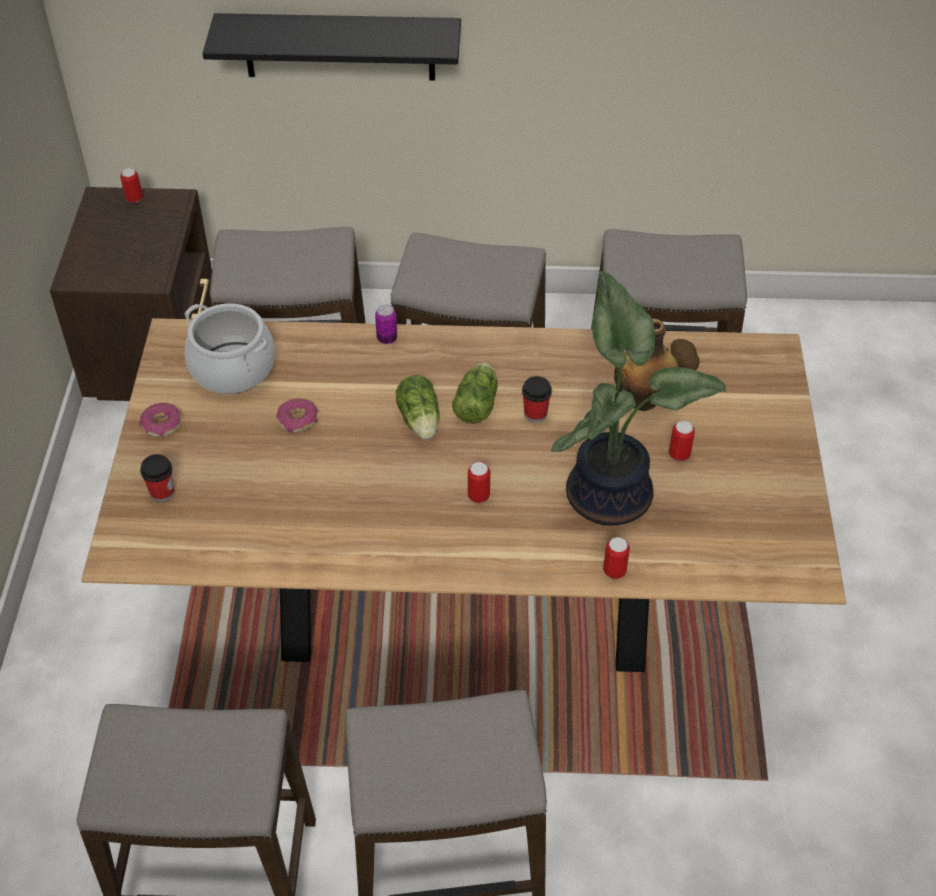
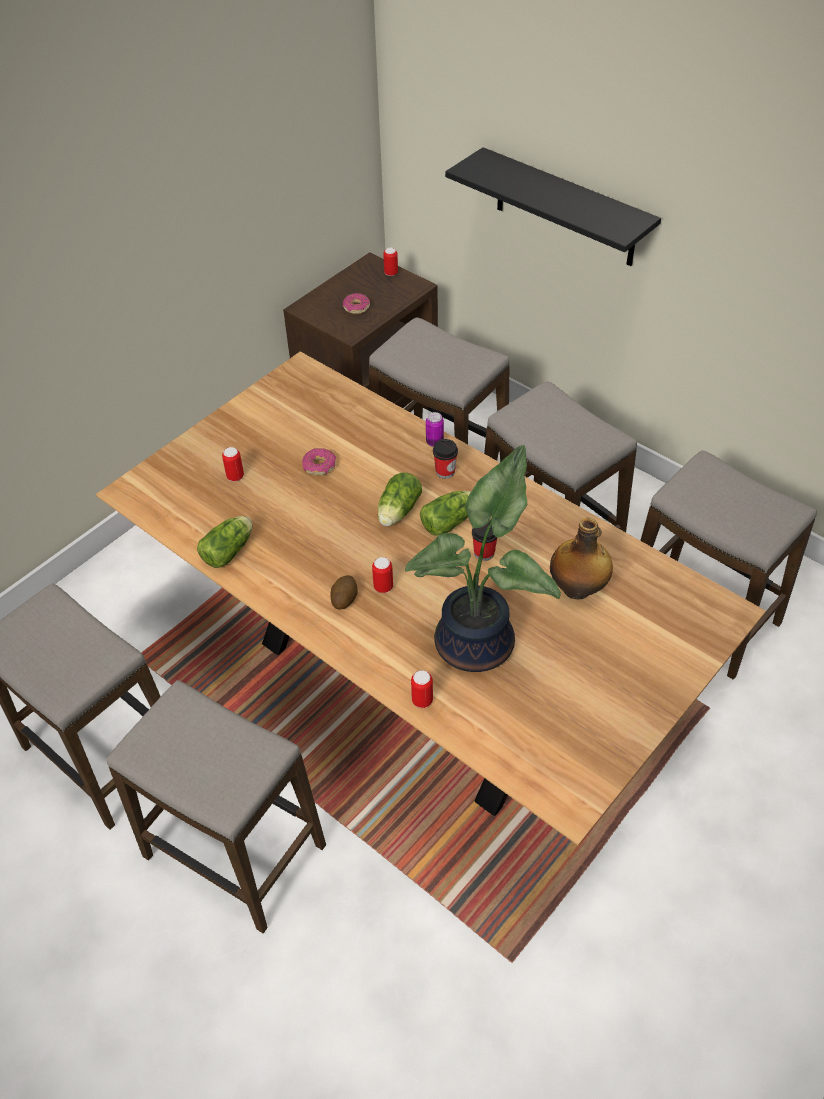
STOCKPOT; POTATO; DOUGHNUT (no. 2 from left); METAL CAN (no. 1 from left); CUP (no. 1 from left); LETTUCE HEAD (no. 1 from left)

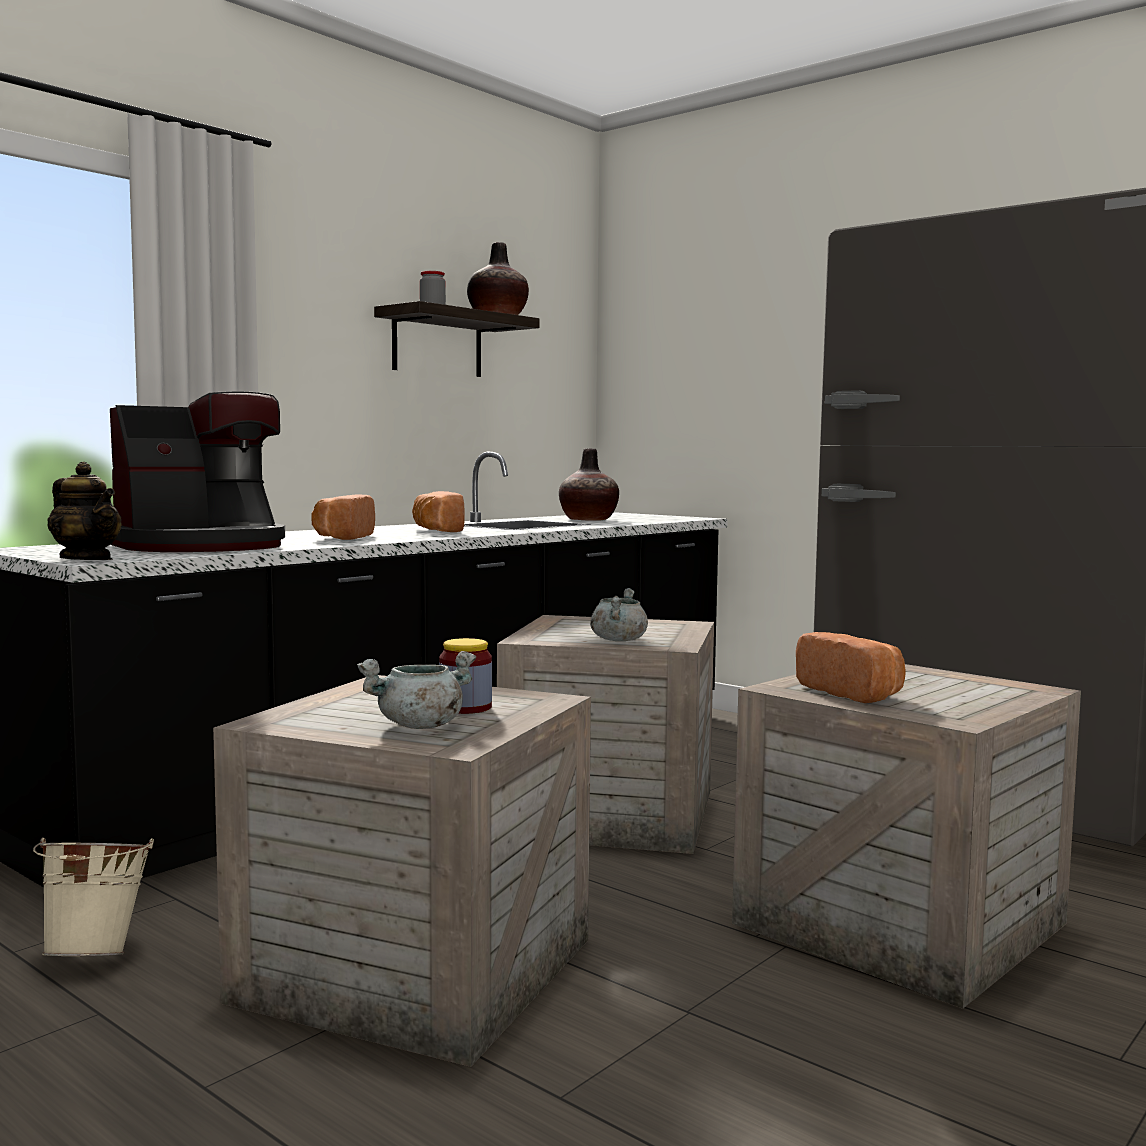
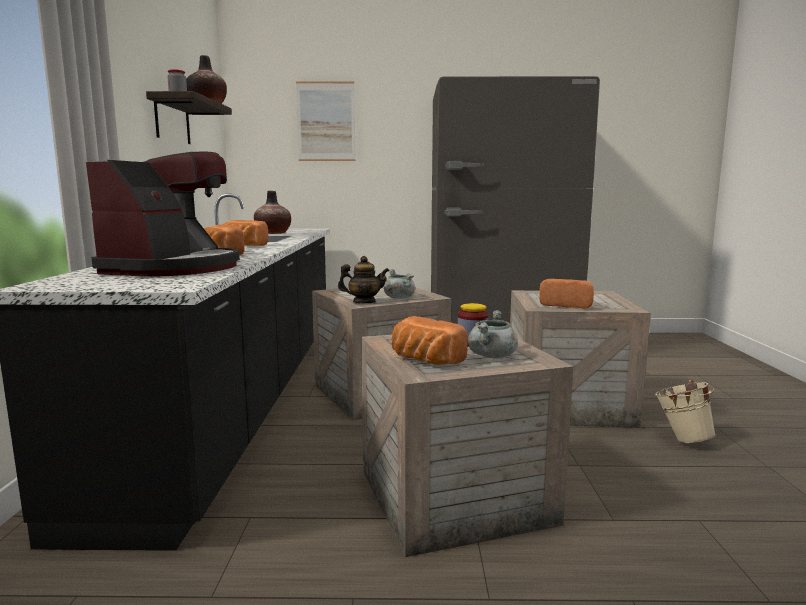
POT FOR TEA; SAND-COLOURED PAIL; PICTURE; BREAD (no. 3 from left)

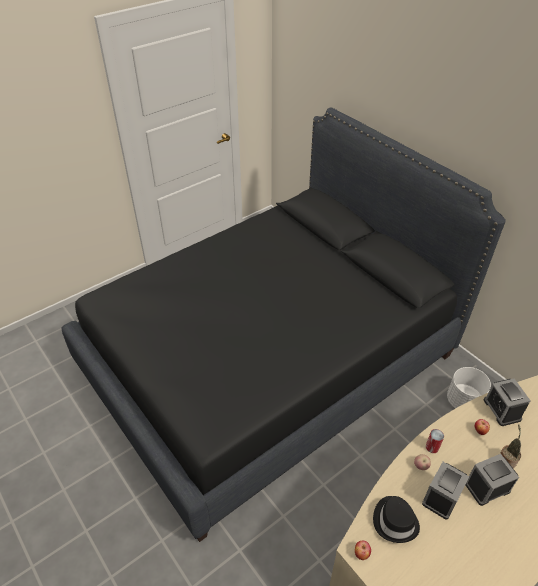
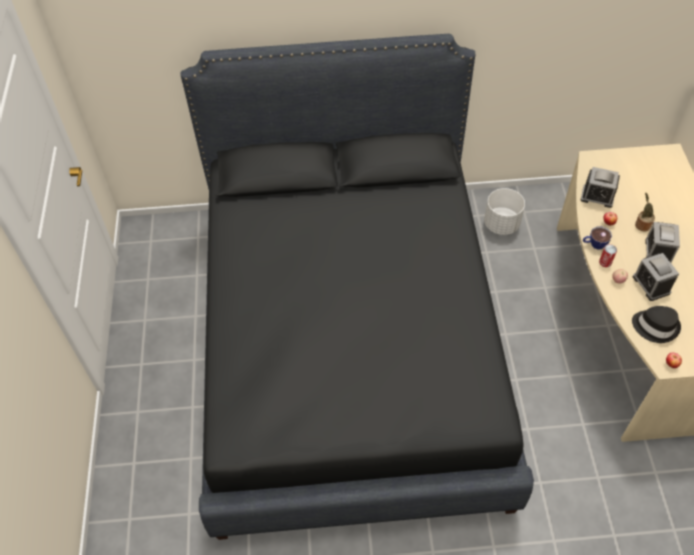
CUP

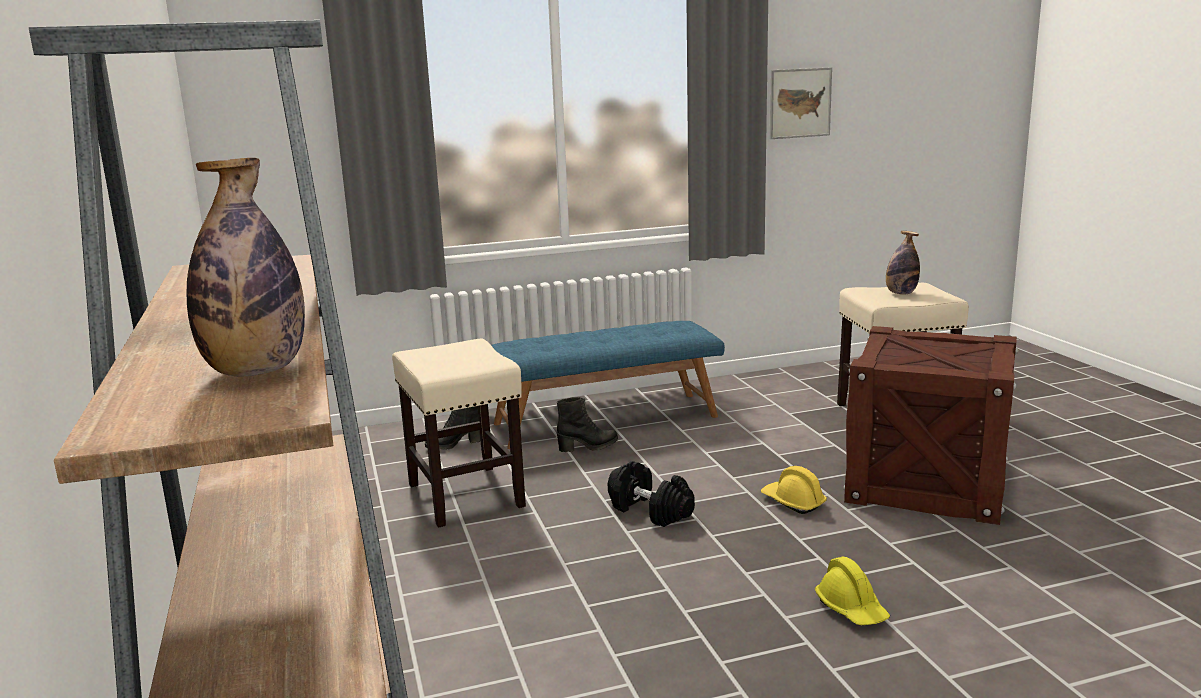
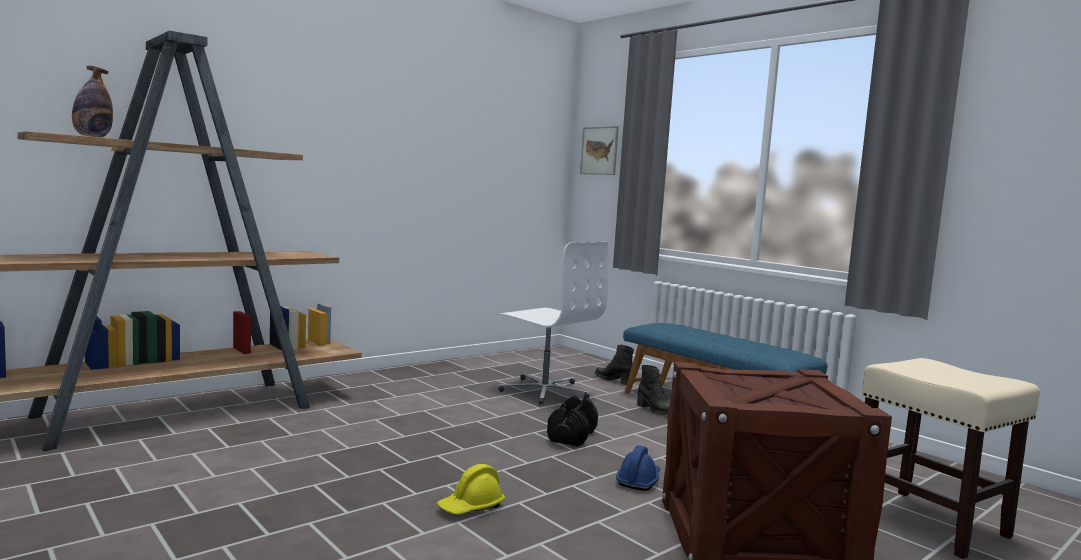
PICTURE; DRINK BOTTLE (no. 2 from left in the first image); WHITE DESK CHAIR; BLUISH WORK HELMET

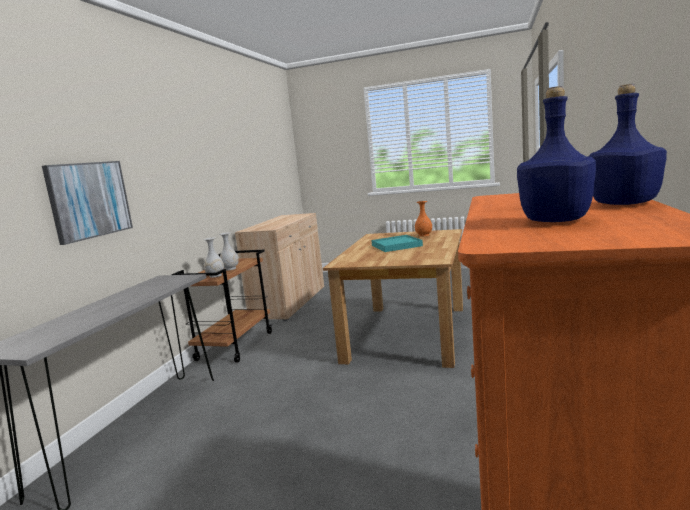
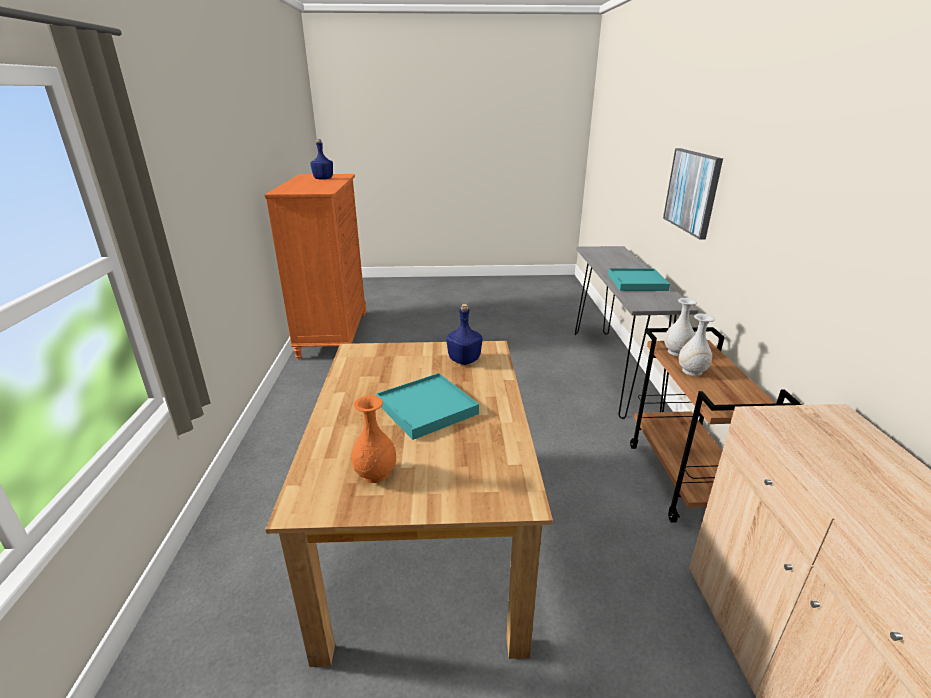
BLUISH DRINK BOTTLE (no. 2 from left); BLUE-GREEN SERVING TRAY (no. 2 from left)

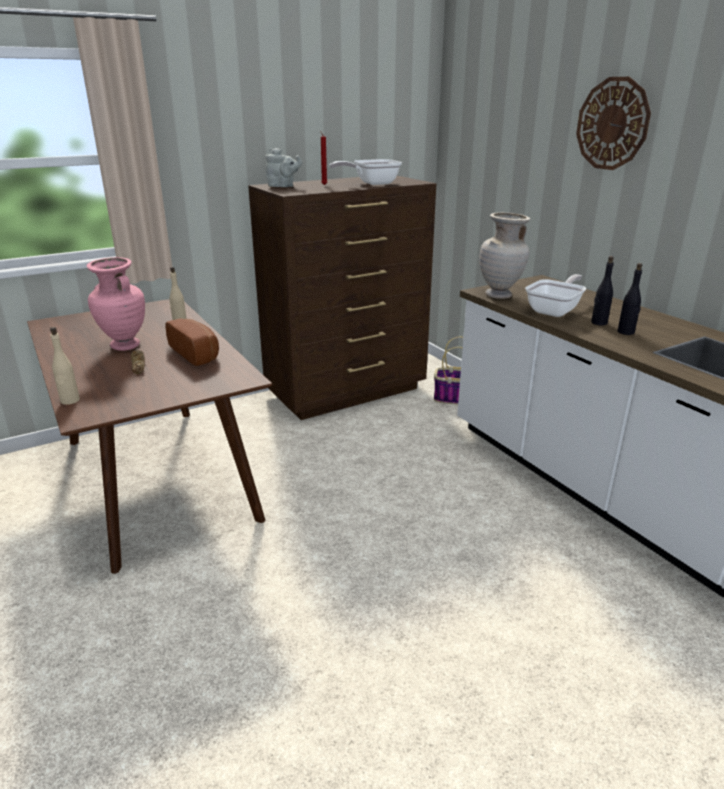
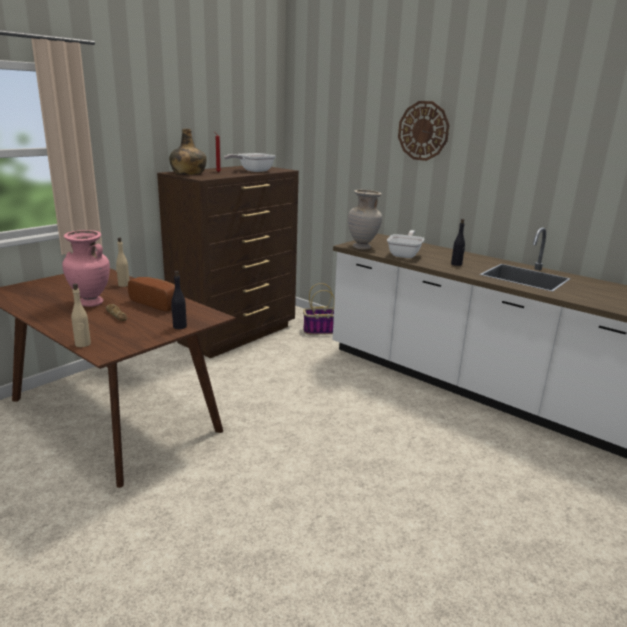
GREENISH DRINK BOTTLE; BLACKISH DRINK BOTTLE (no. 1 from left)

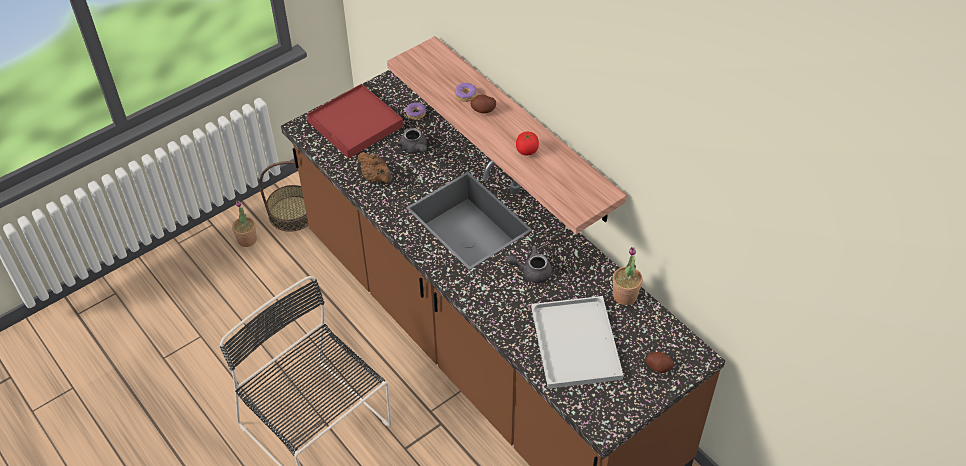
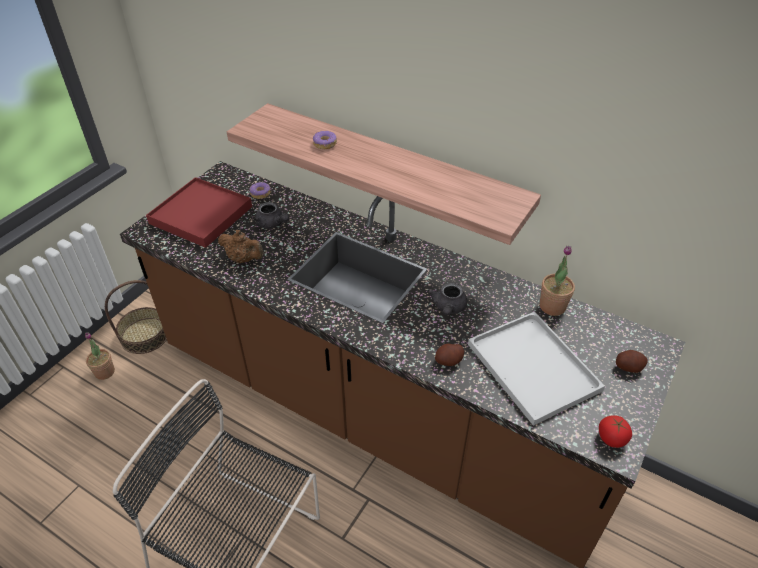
POTATO (no. 1 from left); TOMATO; GREY POT FOR TEA (no. 2 from left)

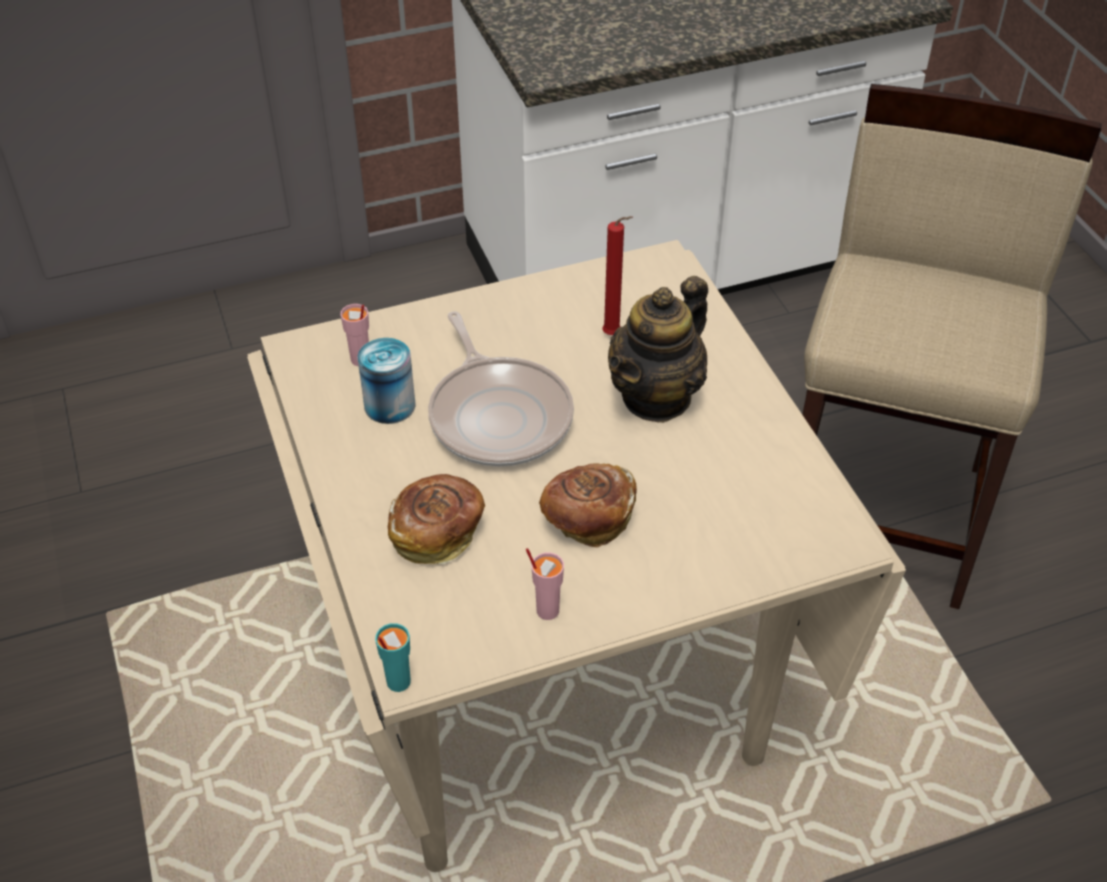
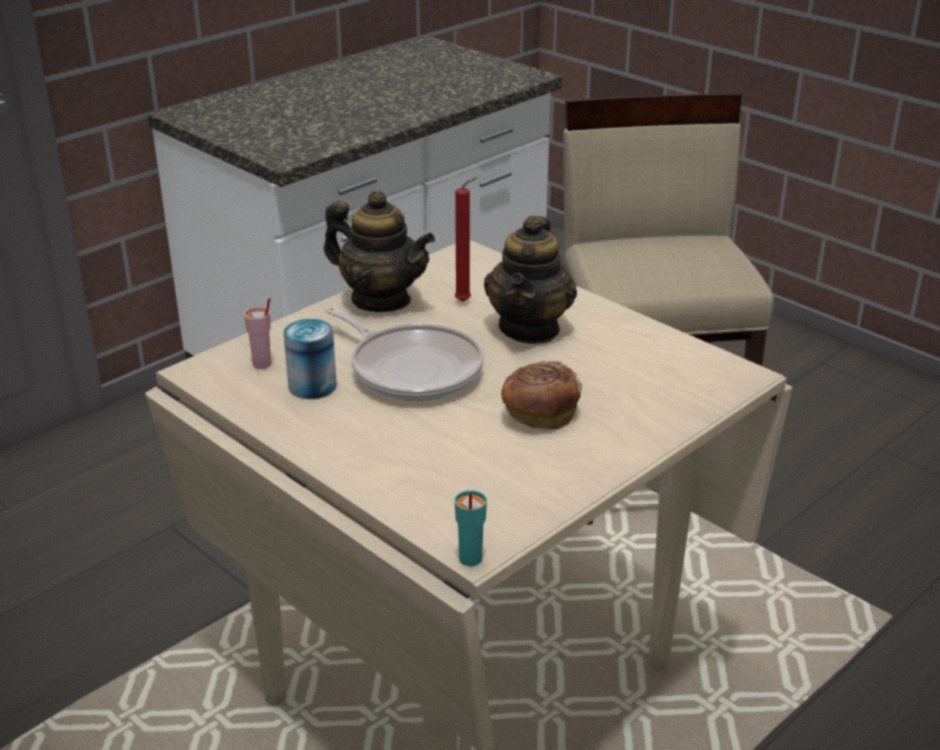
BREAD (no. 1 from left in the first image); PINK-COLOURED CUP (no. 2 from left in the first image); POT FOR TEA (no. 1 from left)

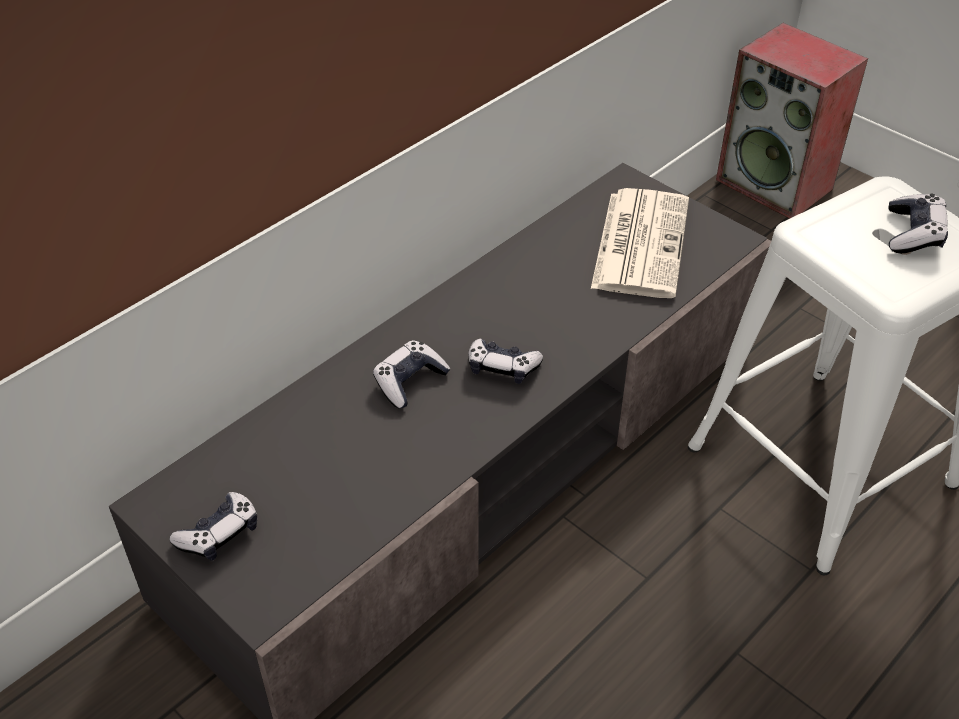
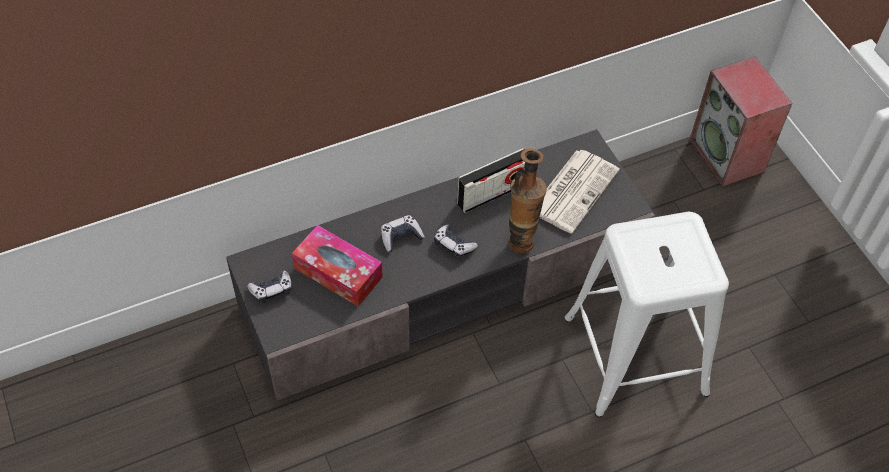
JOYPAD (no. 4 from left in the first image); RADIO SET; FLOWER VASE; TISSUE HOLDER

